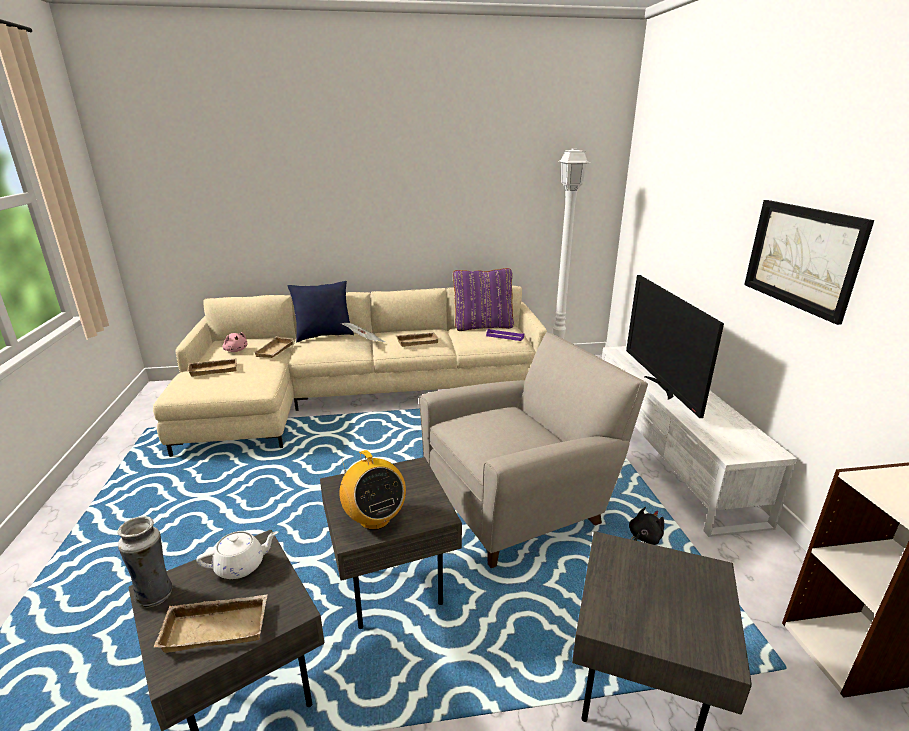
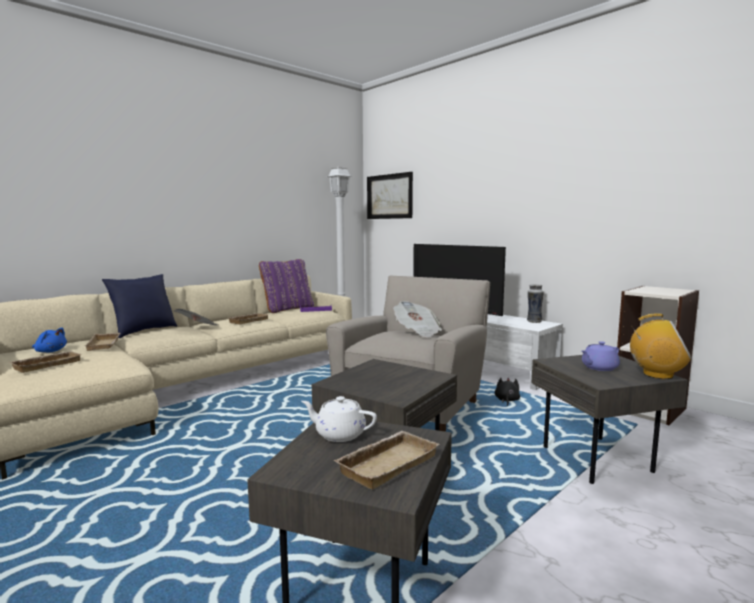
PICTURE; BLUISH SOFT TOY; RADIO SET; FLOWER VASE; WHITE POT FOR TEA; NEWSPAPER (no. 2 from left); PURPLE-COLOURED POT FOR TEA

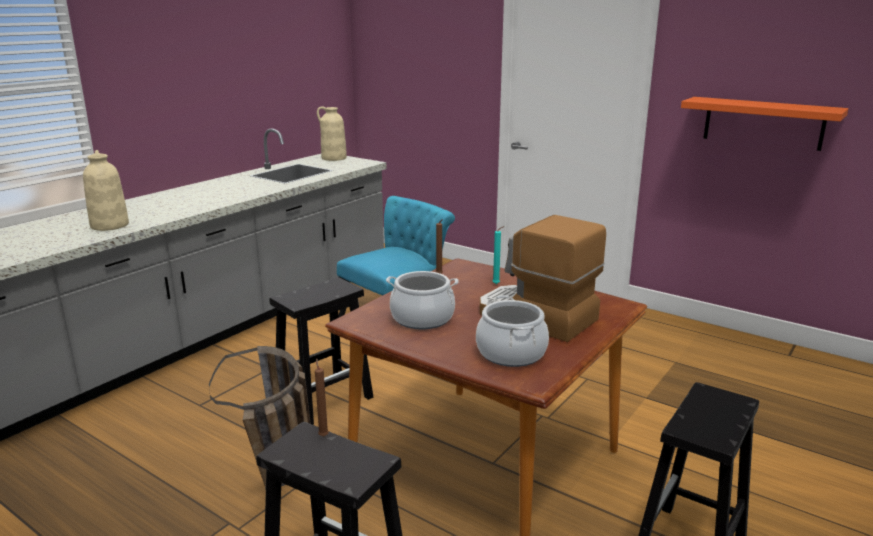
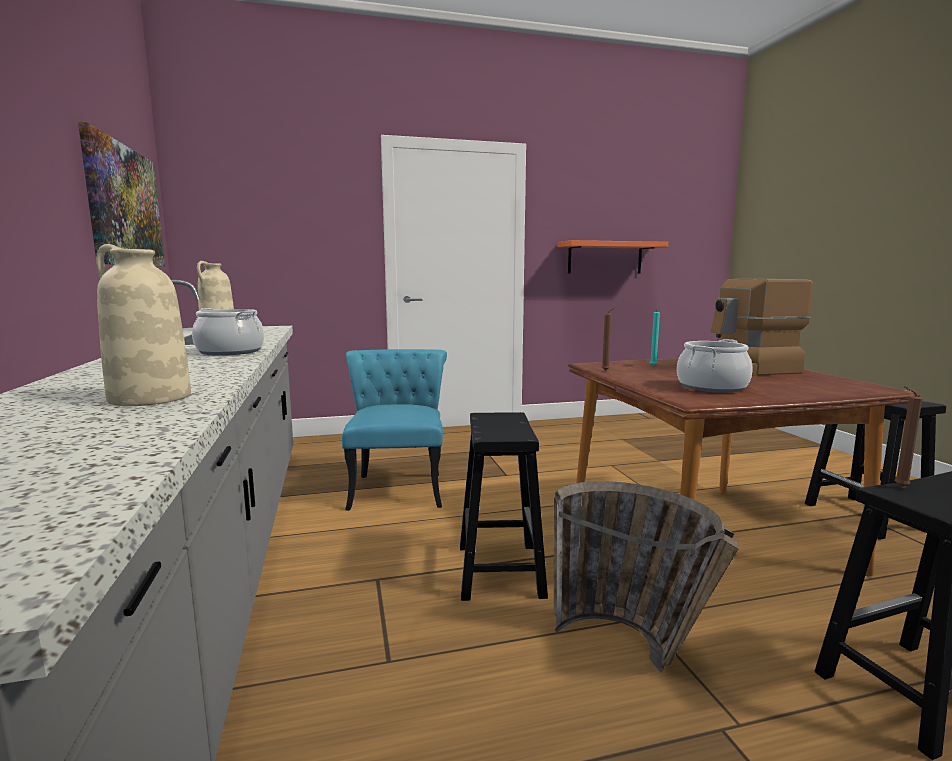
STOCKPOT (no. 1 from left); PICTURE

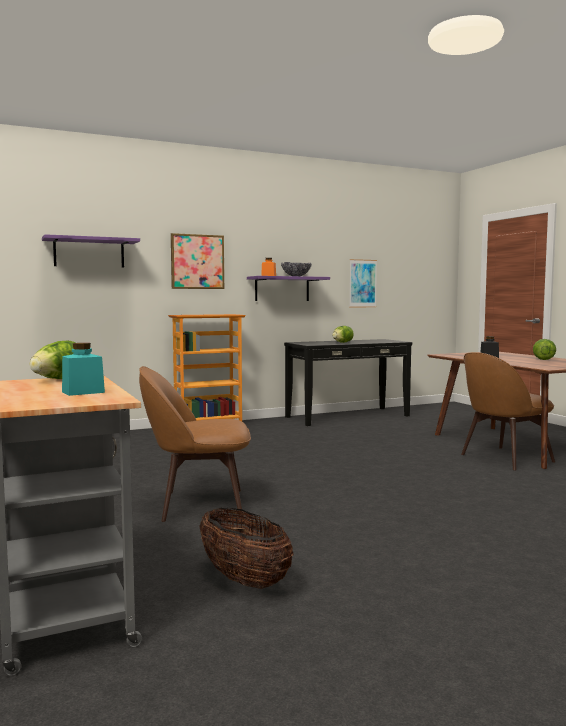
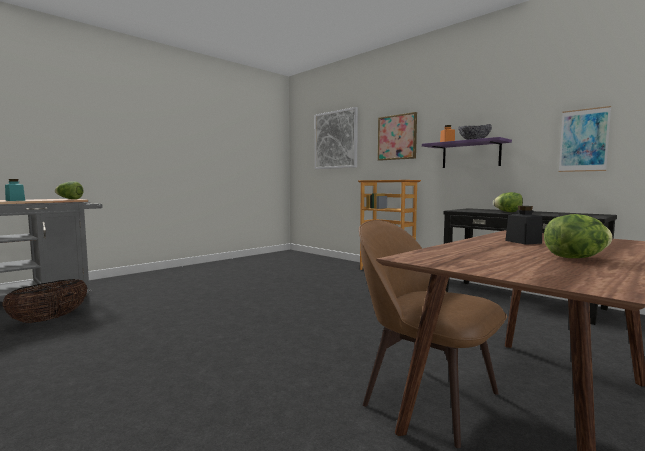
PICTURE (no. 1 from left); BROWNISH PLAIN CHAIR (no. 1 from left in the first image)

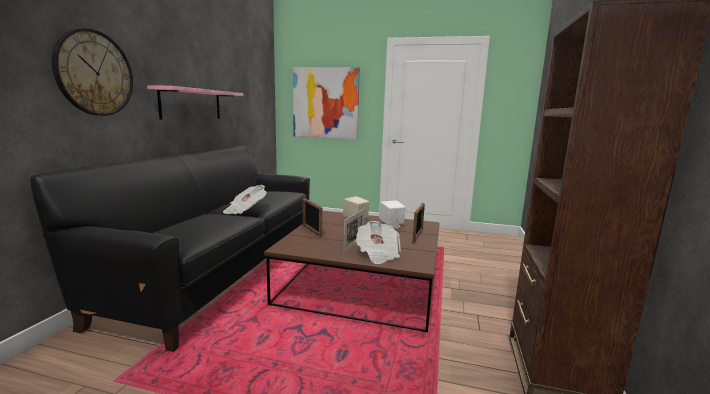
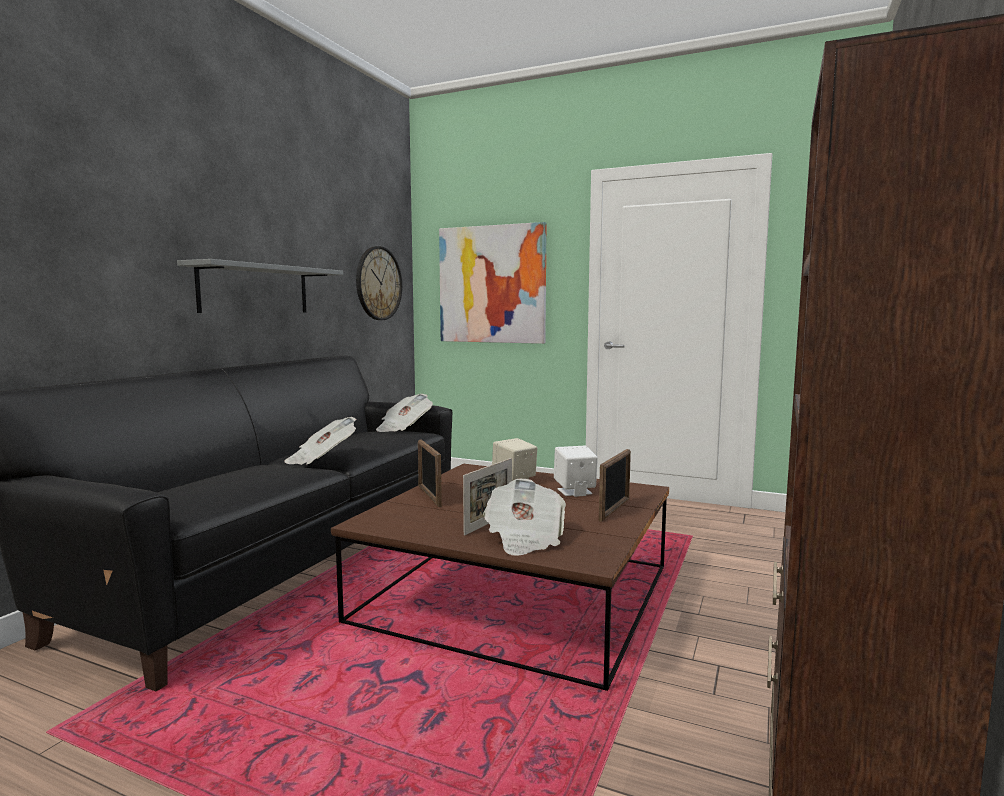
HANGING CLOCK; GREY WALL SHELF; NEWSPAPER (no. 2 from left)

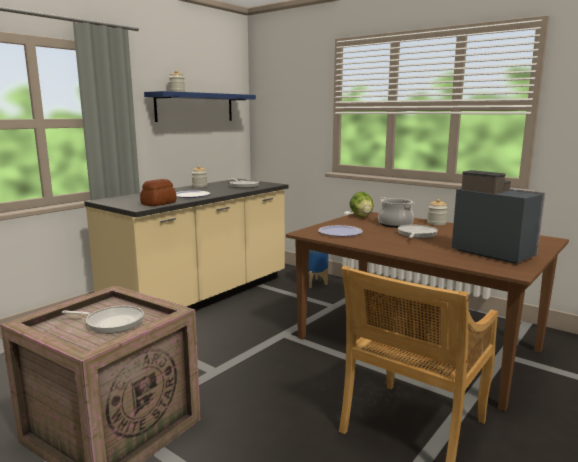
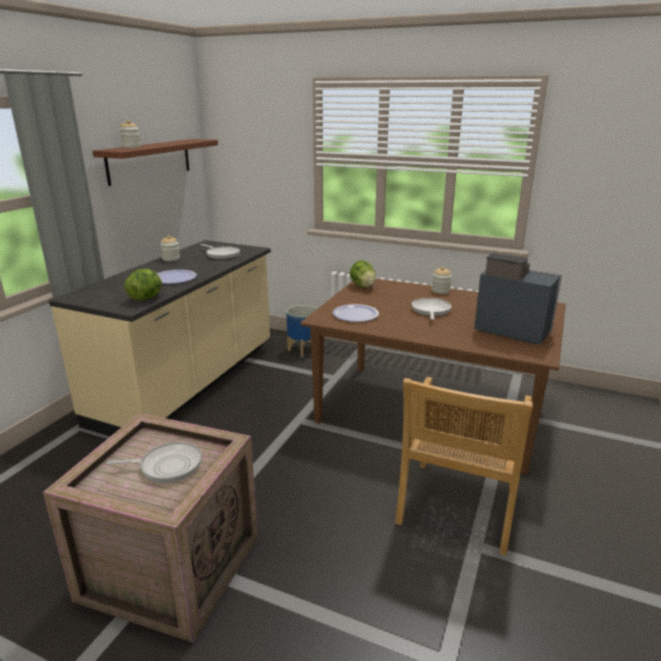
BROWNISH WALL SHELF; LETTUCE HEAD (no. 1 from left); STOCKPOT

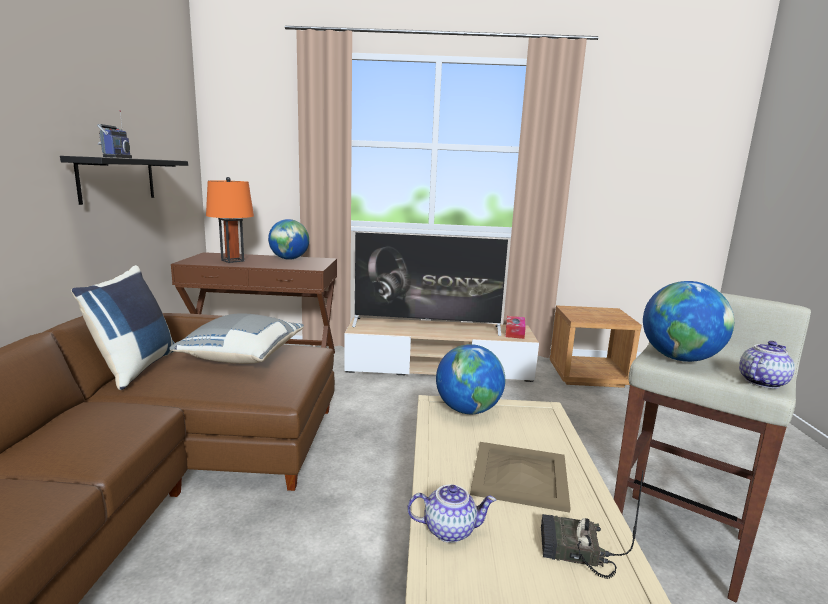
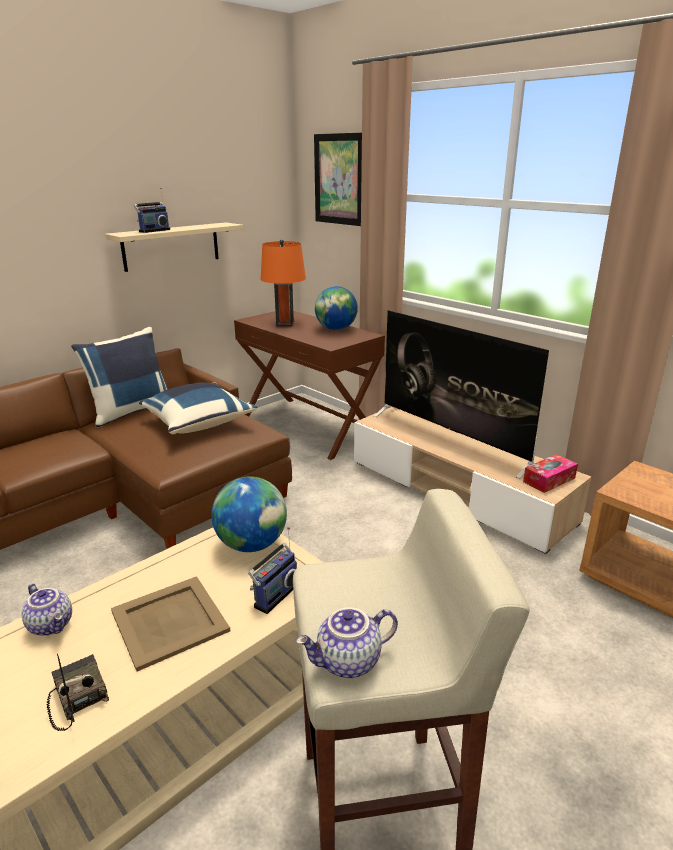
SAND-COLOURED WALL SHELF; GLOBE (no. 3 from left in the first image); BLUISH CUSHION (no. 2 from left); POT FOR TEA (no. 2 from left); PICTURE; RADIO SET (no. 3 from left)

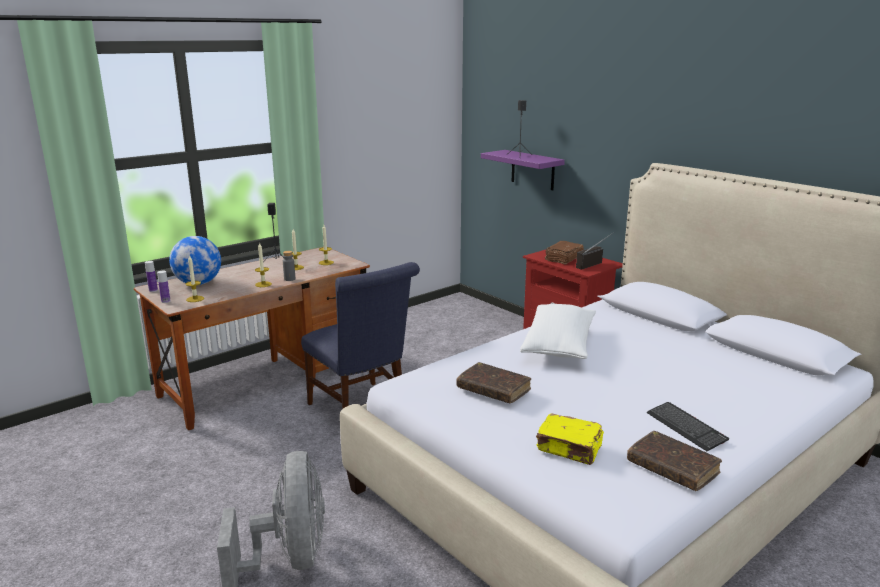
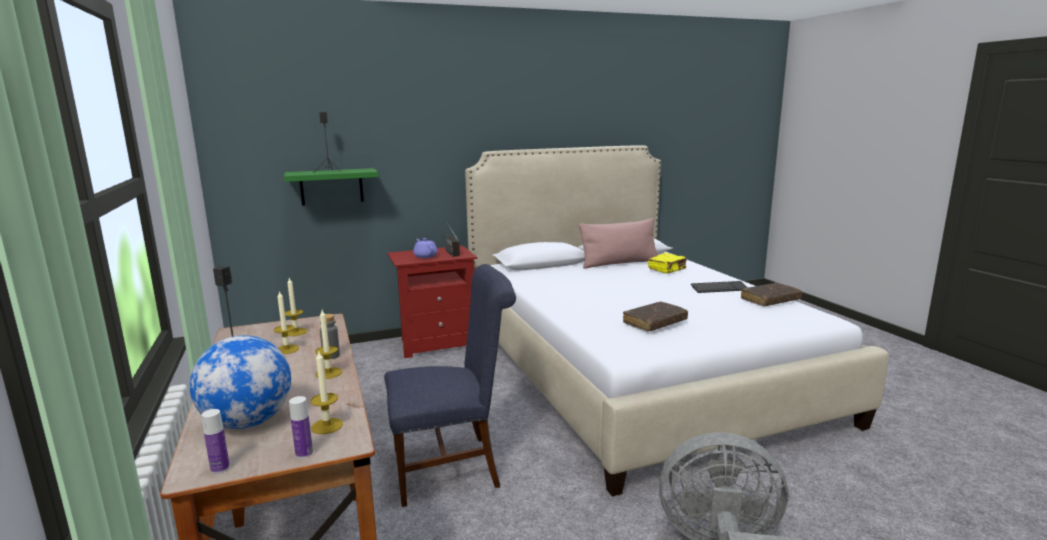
GREENISH WALL SHELF; PURPLE-COLOURED POT FOR TEA; WHITE CUSHION; YELLOW-COLOURED BOOK; PINK-COLOURED CUSHION

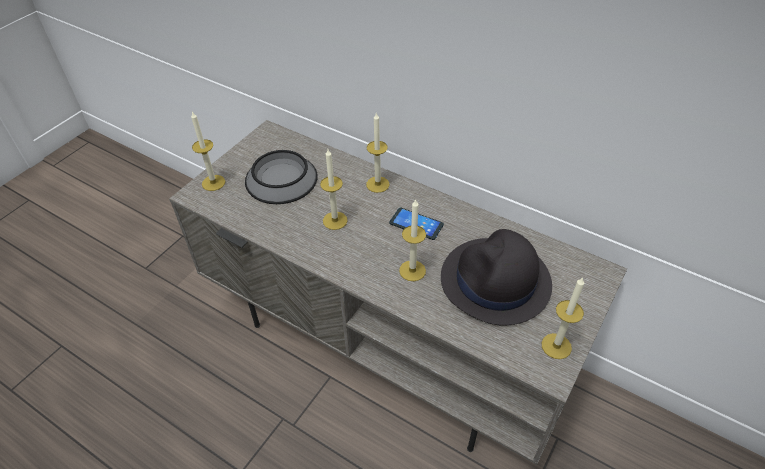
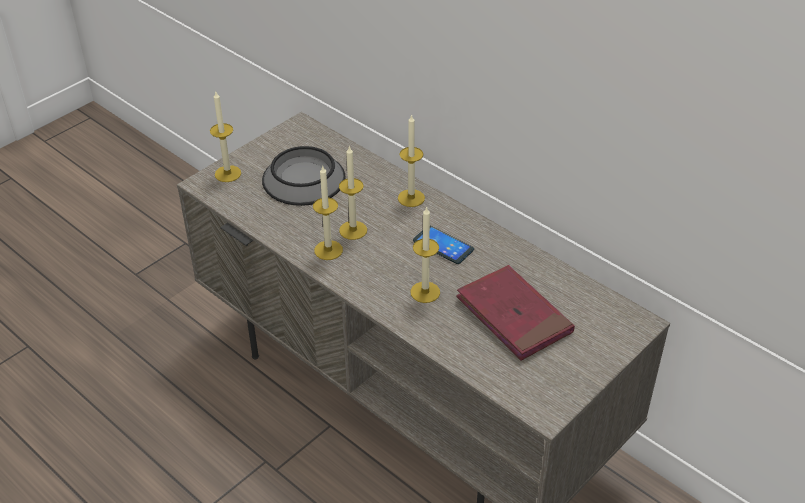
RED-COLOURED BOOK; WAX CANDLE (no. 2 from left)

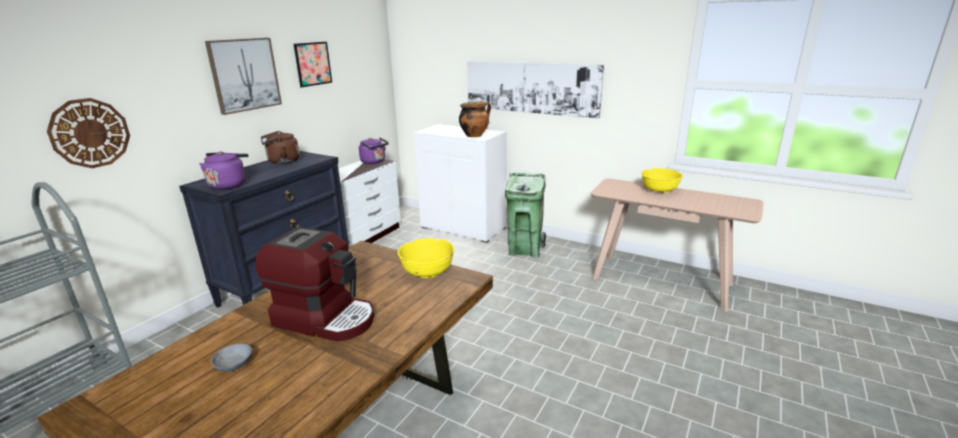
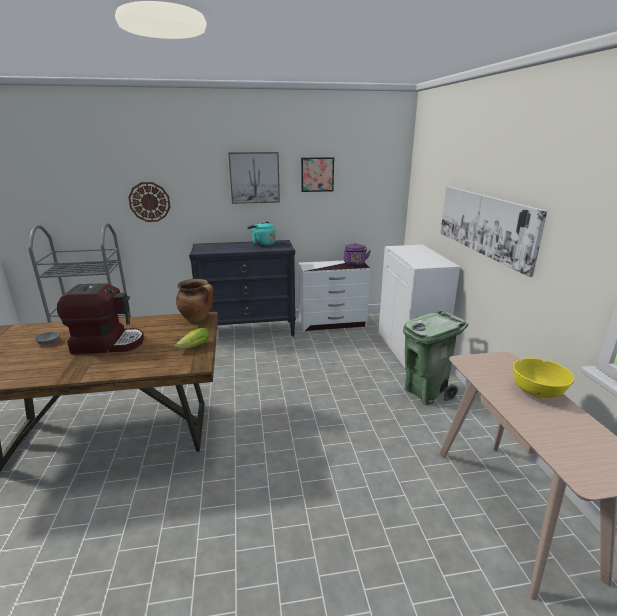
STOCKPOT; BLUE-GREEN KETTLE; PURPLE-COLOURED KETTLE (no. 1 from left in the first image); COFFEE MACHINE; LETTUCE HEAD

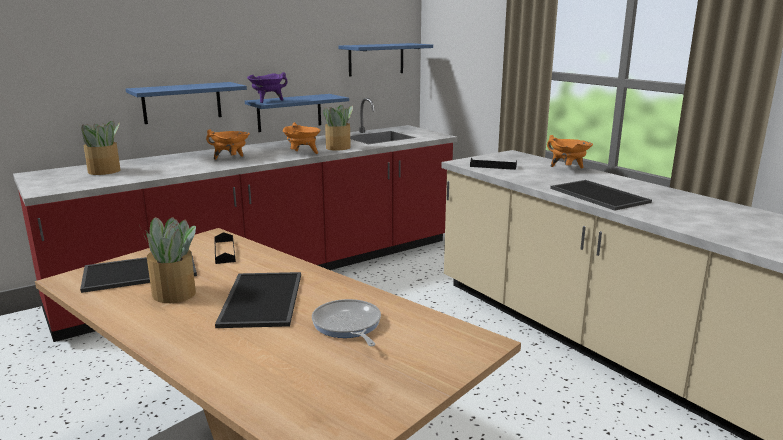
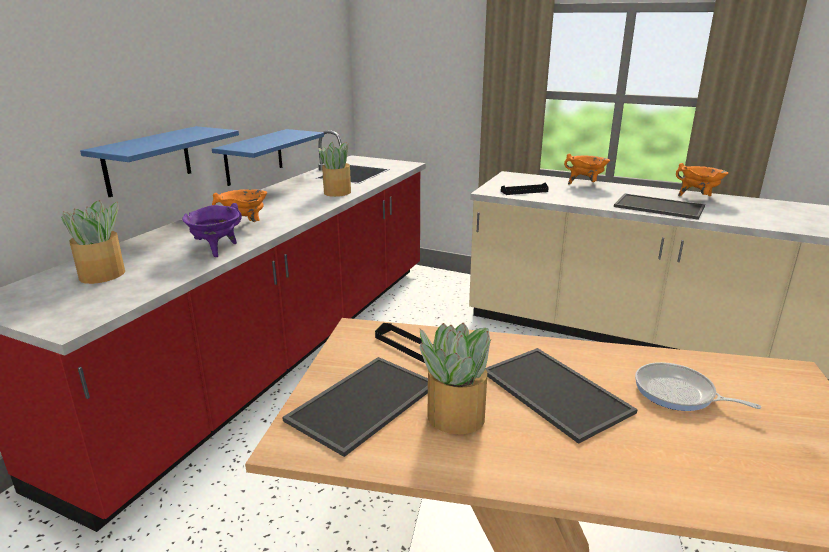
BLUISH WALL SHELF (no. 3 from left in the first image); PURPLE-COLOURED STOCKPOT; ORANGE-COLOURED STOCKPOT (no. 3 from left)

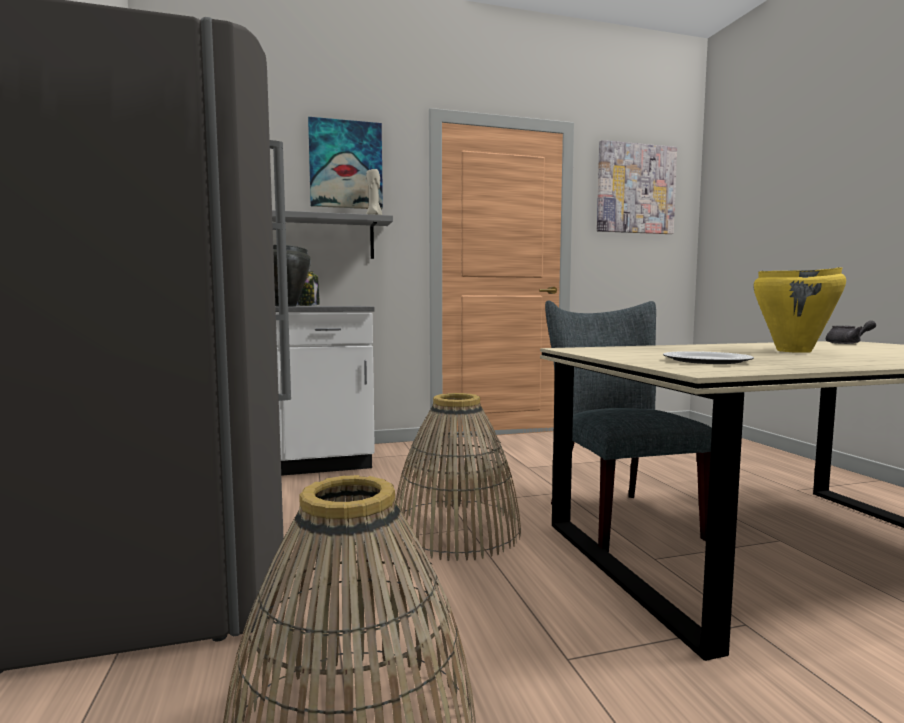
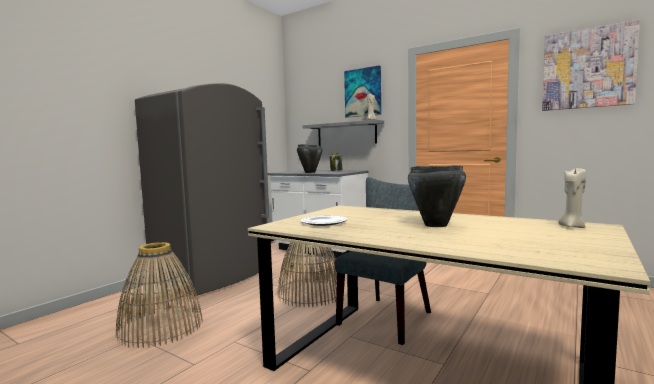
BLACKISH STOCKPOT (no. 2 from left); SAND-COLOURED WAX CANDLE (no. 2 from left)

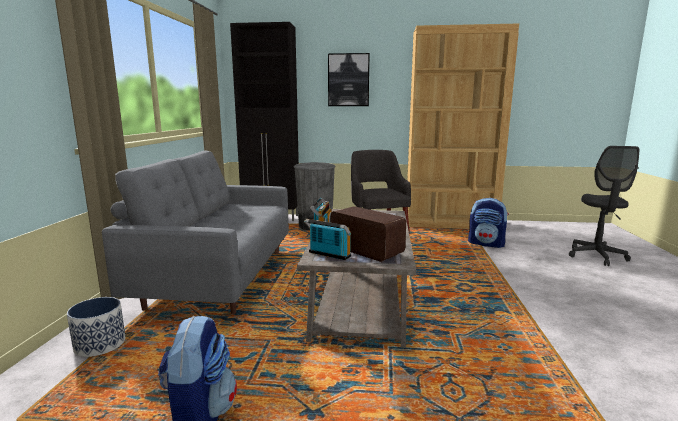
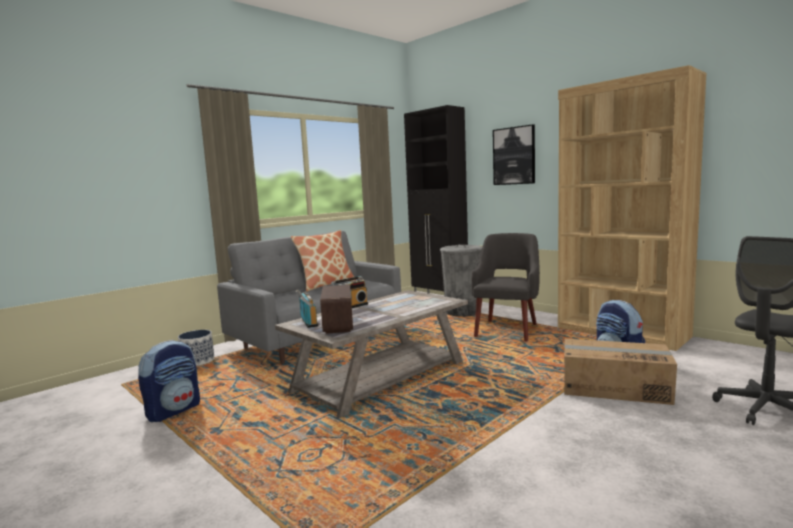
CUSHION; PACKING BOX

